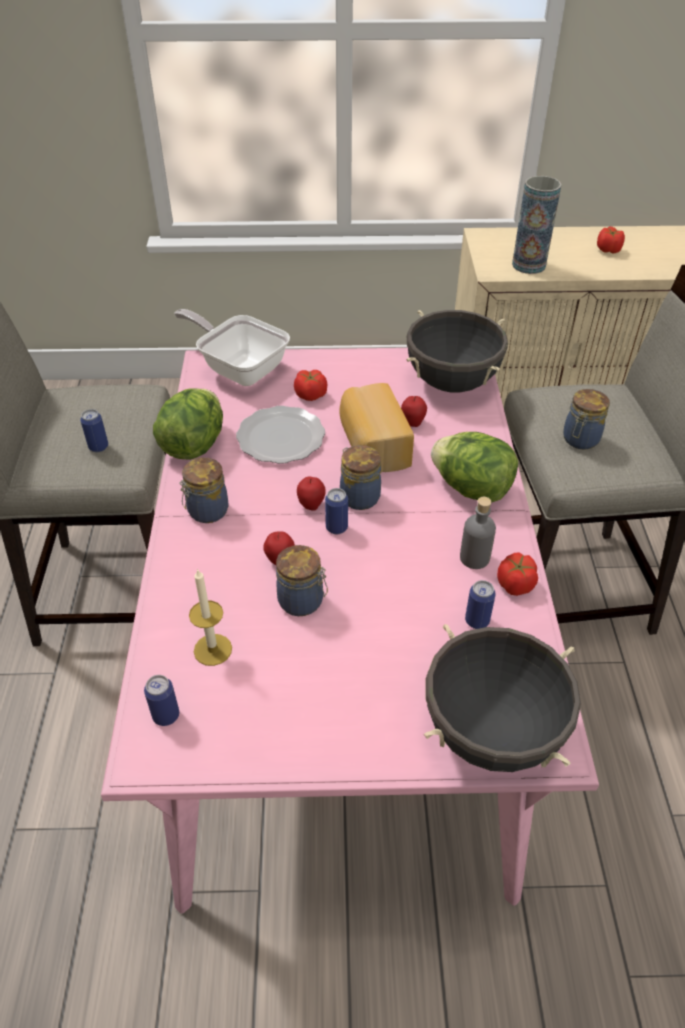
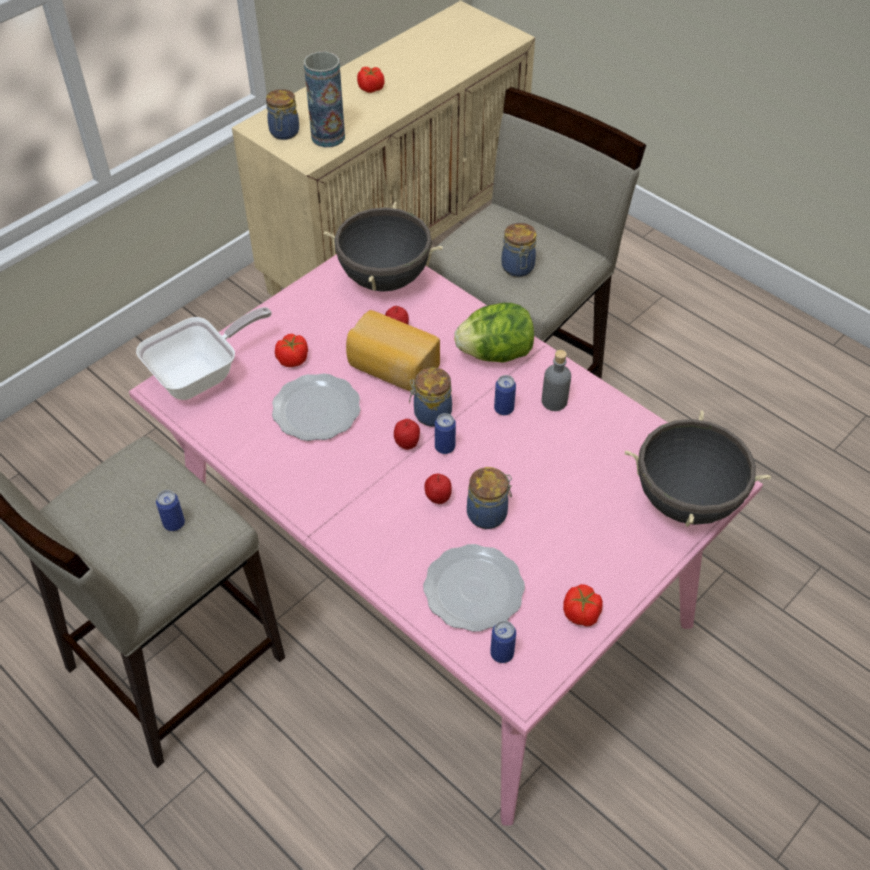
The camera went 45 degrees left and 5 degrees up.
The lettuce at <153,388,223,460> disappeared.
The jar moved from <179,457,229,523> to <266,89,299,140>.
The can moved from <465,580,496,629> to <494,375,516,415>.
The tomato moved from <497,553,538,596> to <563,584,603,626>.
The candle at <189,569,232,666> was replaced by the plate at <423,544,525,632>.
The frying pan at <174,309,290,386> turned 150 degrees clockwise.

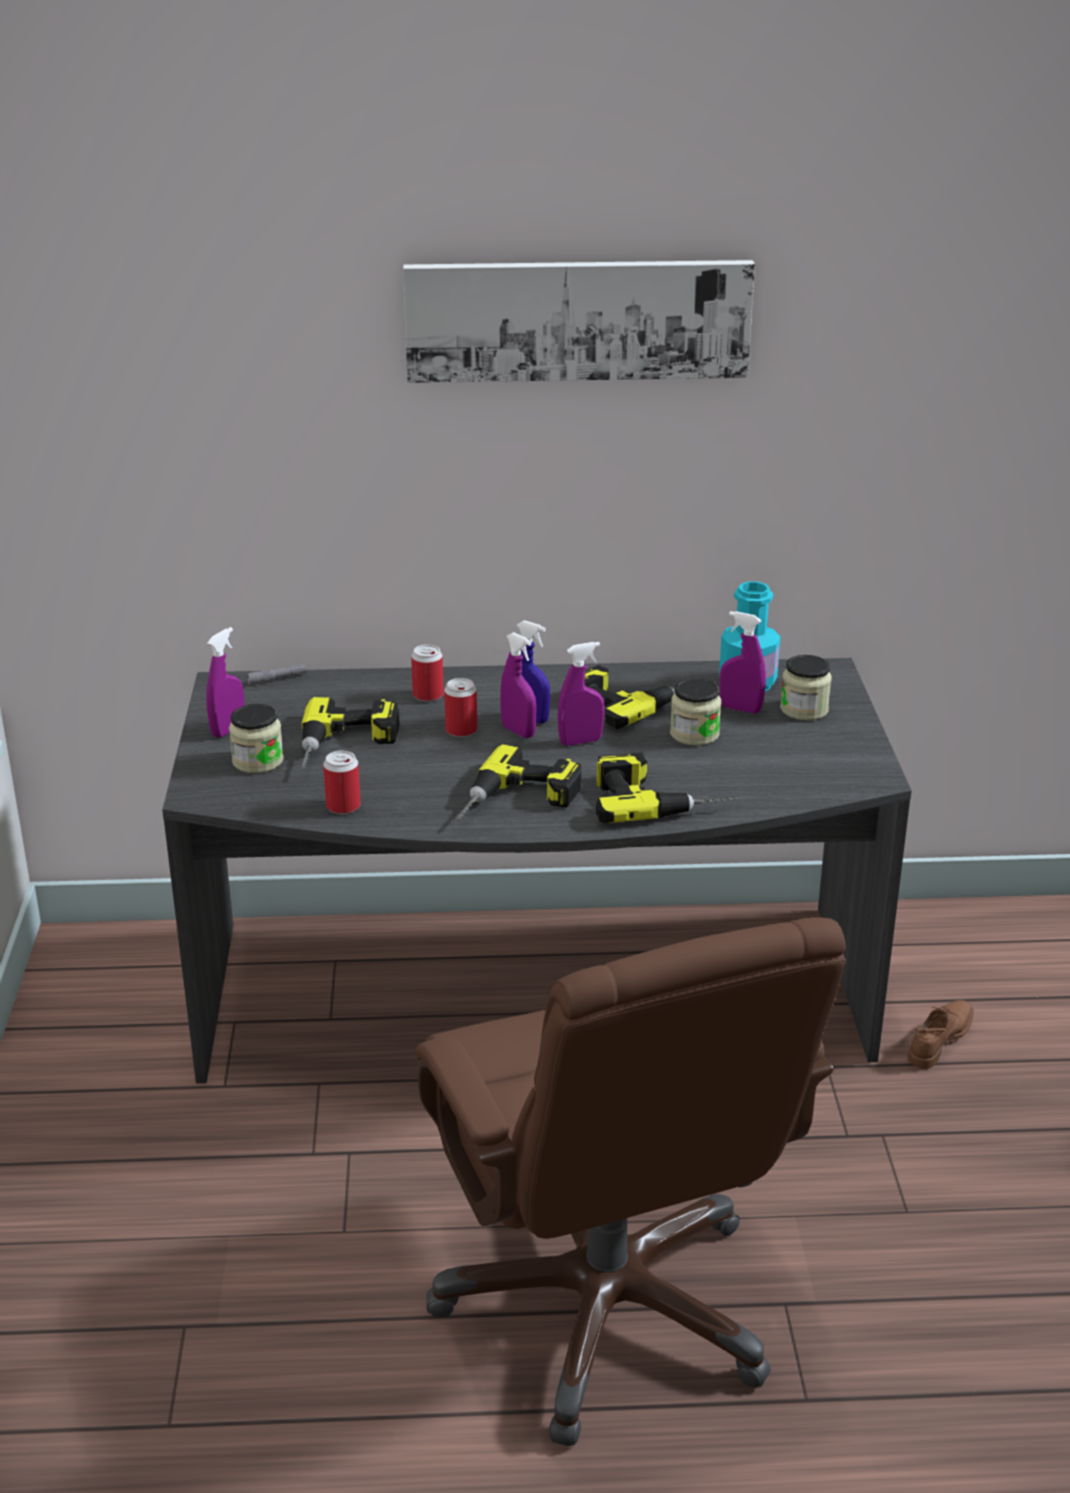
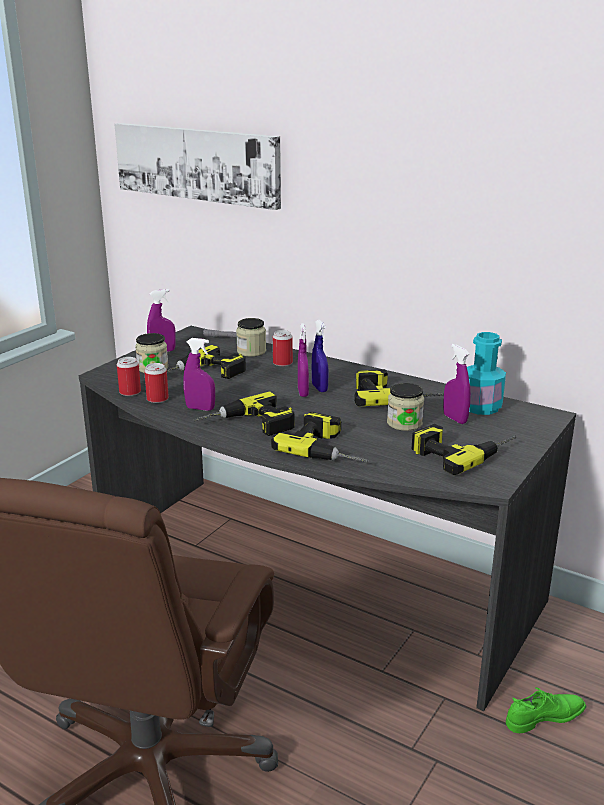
The camera went 35 degrees right and 5 degrees down.
The power drill at <412,424,516,475> appeared.
The picture moved from <403,260,755,383> to <114,123,281,210>.
The can moved from <444,678,477,737> to <117,357,141,396>.
The purple spray bottle moved from <558,642,604,746> to <183,338,215,411>.
The jar moved from <780,655,832,721> to <236,318,266,357>.
The brown shoe at <907,1000,974,1069> became the green shoe at <506,687,586,733>.

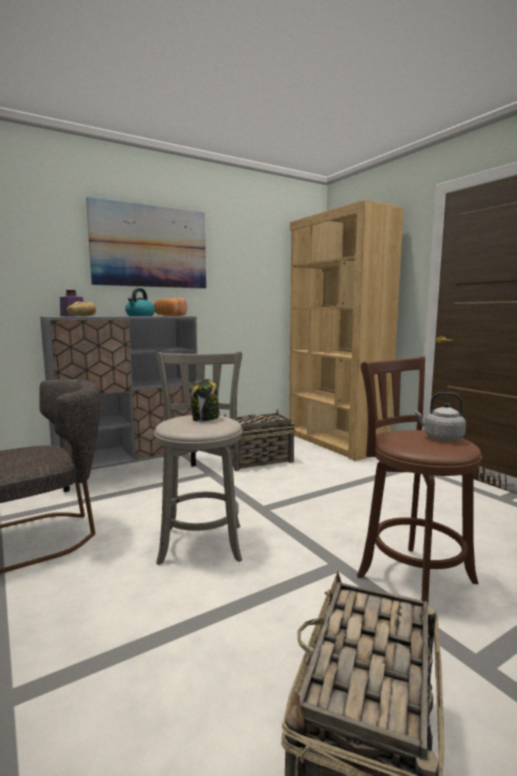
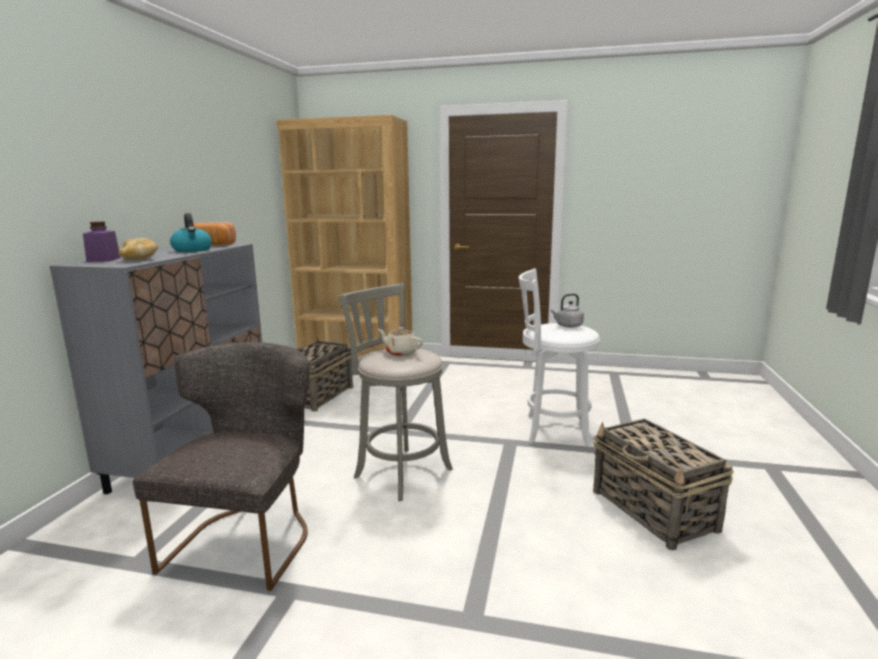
The camera went 45 degrees left and 5 degrees up.
The picture at <86,197,206,289> disappeared.
The jar at <190,379,220,422> was replaced by the beige teapot at <378,327,423,356>.
The brown stool at <357,356,482,602> became the white stool at <519,269,600,447>.

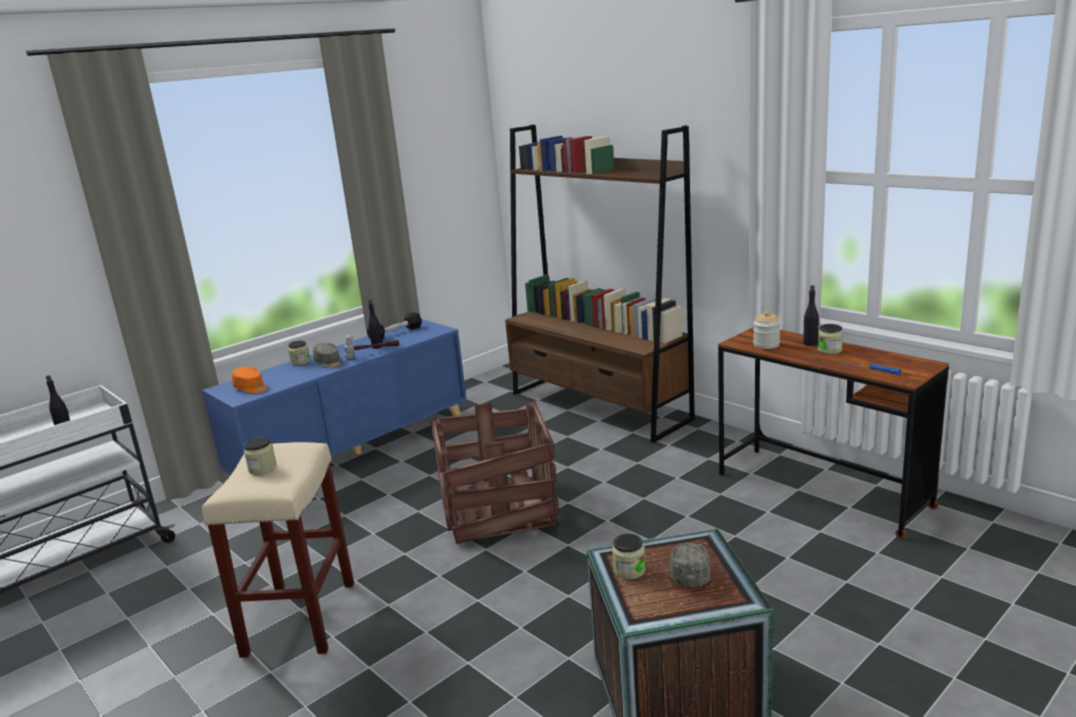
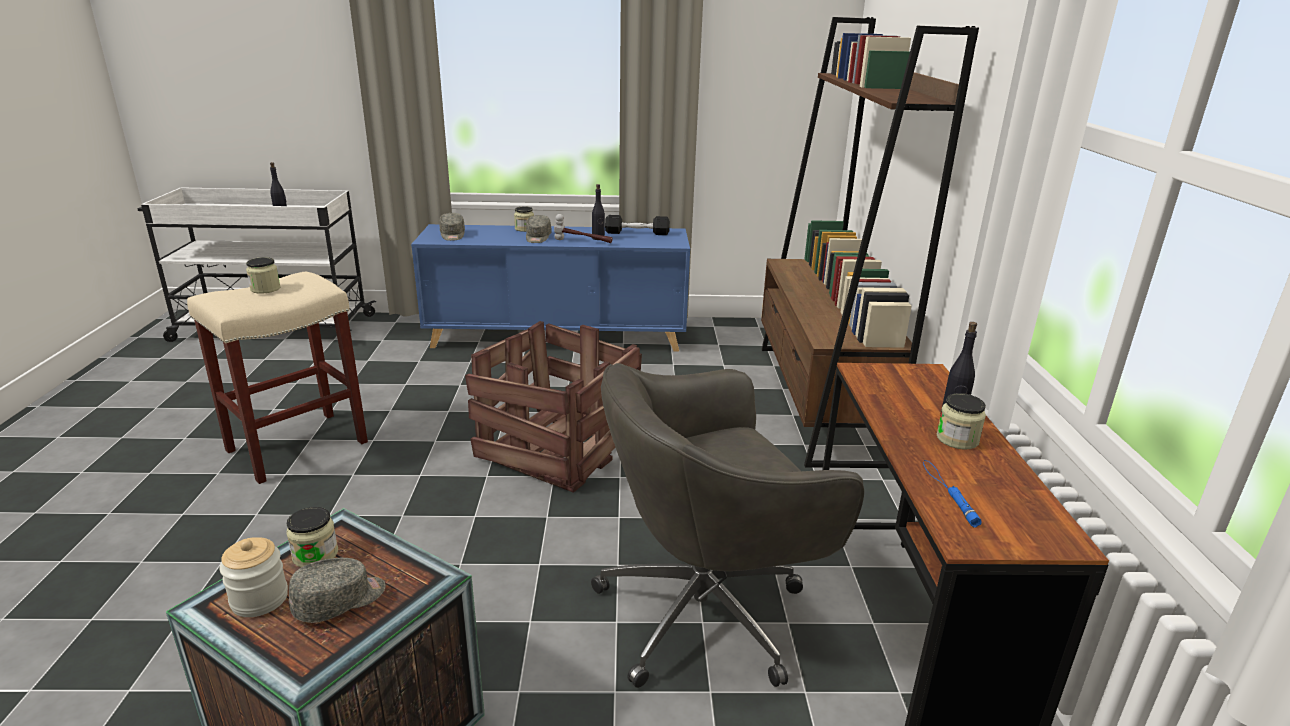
The camera went 40 degrees right and 5 degrees up.
The grey office chair at <591,363,864,688> appeared.
The jar moved from <753,311,781,349> to <219,537,288,617>.
The orange cap at <232,367,267,393> became the grey cap at <439,213,465,241>.

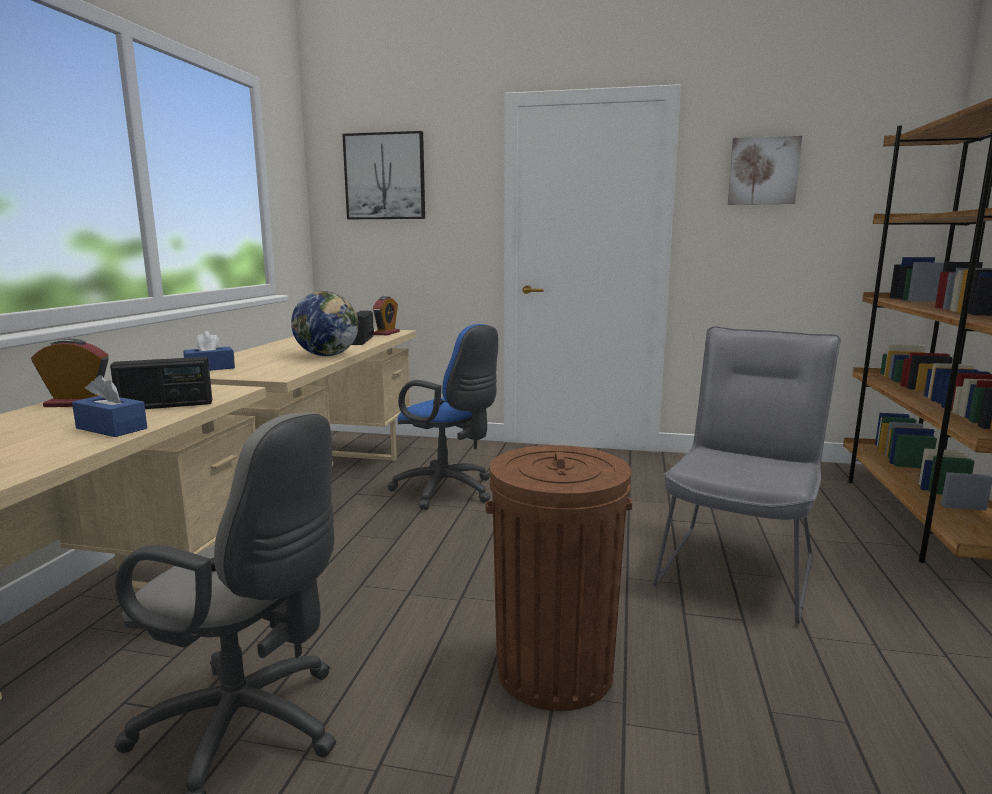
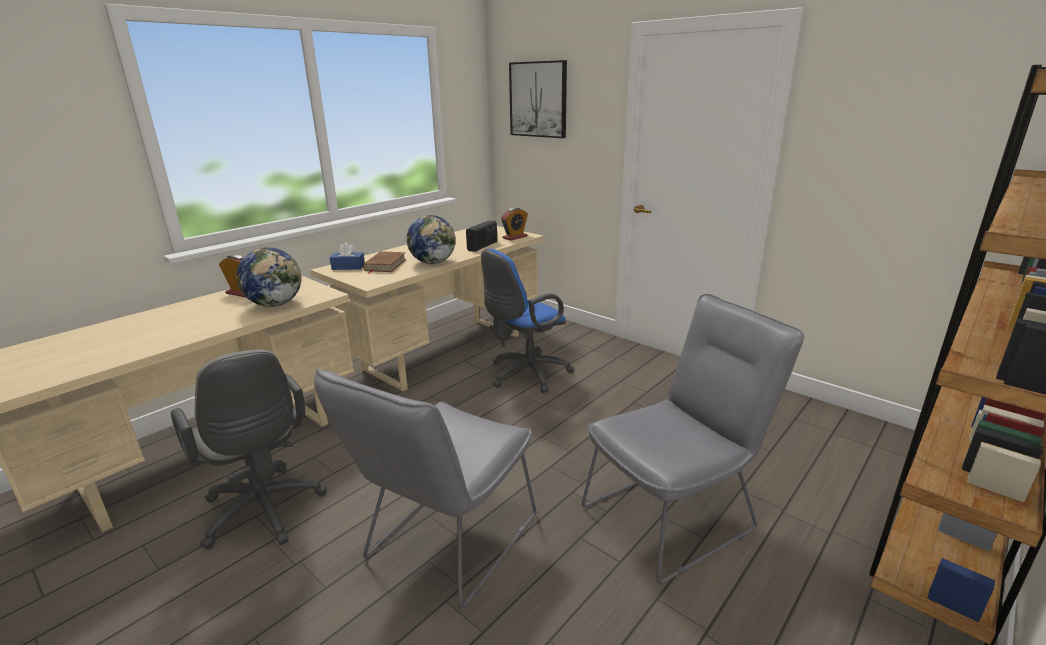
The camera went 30 degrees right and 10 degrees up.
The blue tissue box at <72,375,147,437> disappeared.
The picture at <728,136,802,205> disappeared.
The brown book at <363,251,406,274> appeared.
The radio at <110,357,212,409> was replaced by the globe at <236,247,302,307>.
The brown trash can at <485,445,632,711> was replaced by the grey chair at <314,368,536,608>.
The blue office chair at <387,324,498,510> turned 75 degrees clockwise.

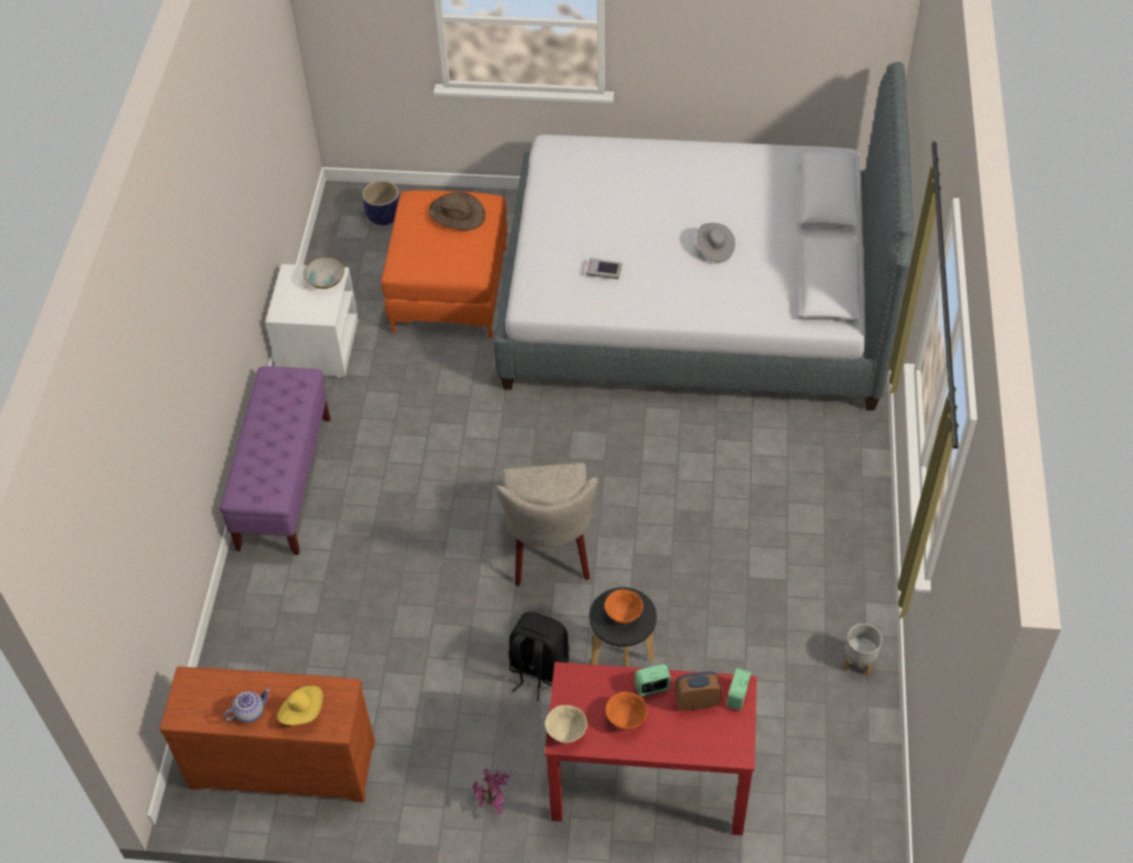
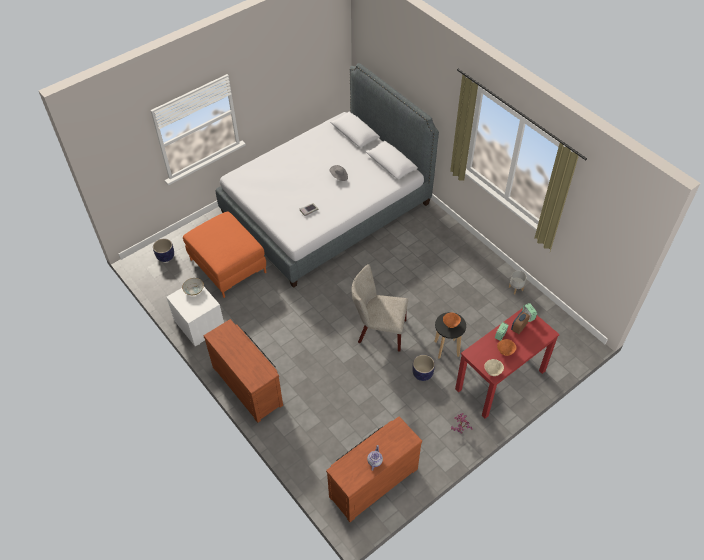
The camera went 45 degrees left and 0 degrees up.
The yellow hat at <277,685,323,725> disappeared.
The brown hat at <428,192,485,230> disappeared.
The purple bench at <220,366,331,555> was replaced by the brown dresser at <203,319,283,423>.
The black backpack at <509,612,569,701> was replaced by the planter at <412,355,435,381>.
The beige chair at <496,463,598,586> turned 150 degrees clockwise.

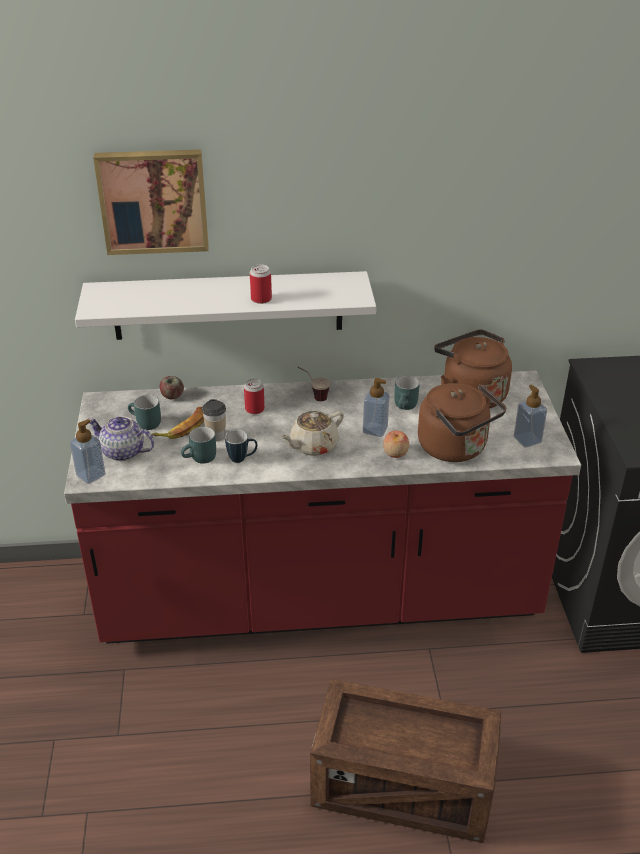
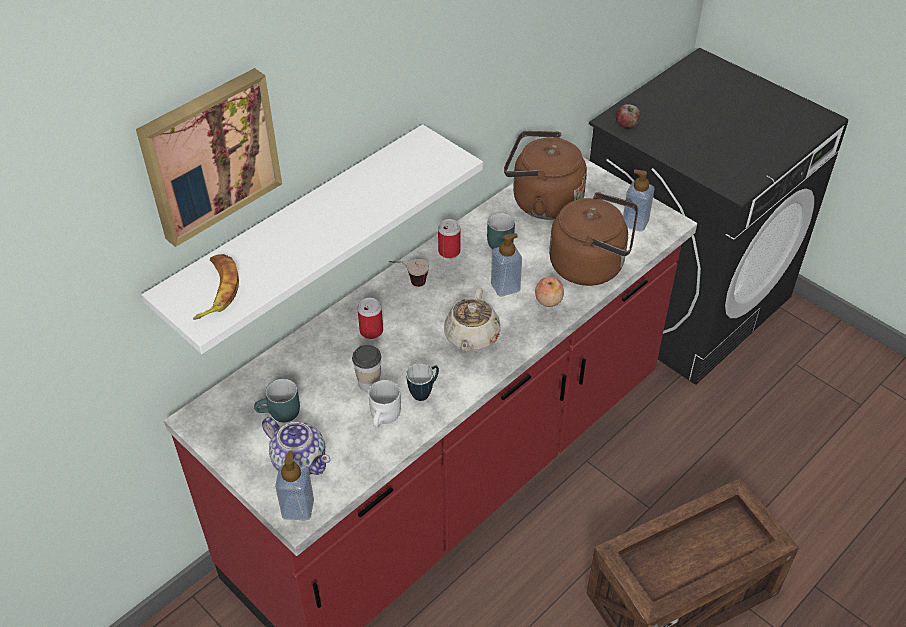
The camera went 40 degrees left and 10 degrees up.
The banana moved from <151,407,204,439> to <193,254,239,320>.
The apple moved from <160,376,184,399> to <616,104,641,129>.
The can moved from <250,264,272,304> to <438,219,460,258>.
The turquoise mug at <181,427,216,464> became the white mug at <368,380,401,428>.
The teapot at <89,416,155,461> turned 120 degrees counterclockwise.

